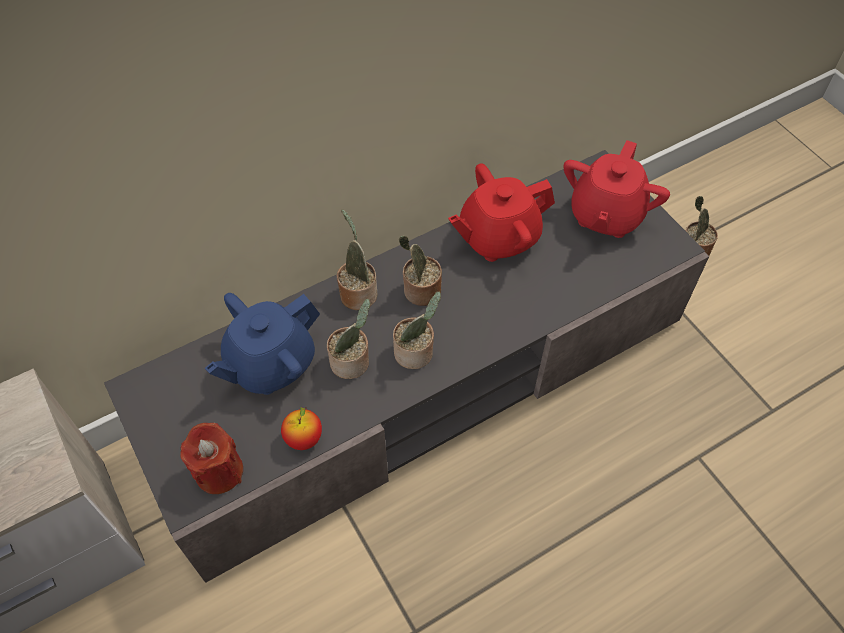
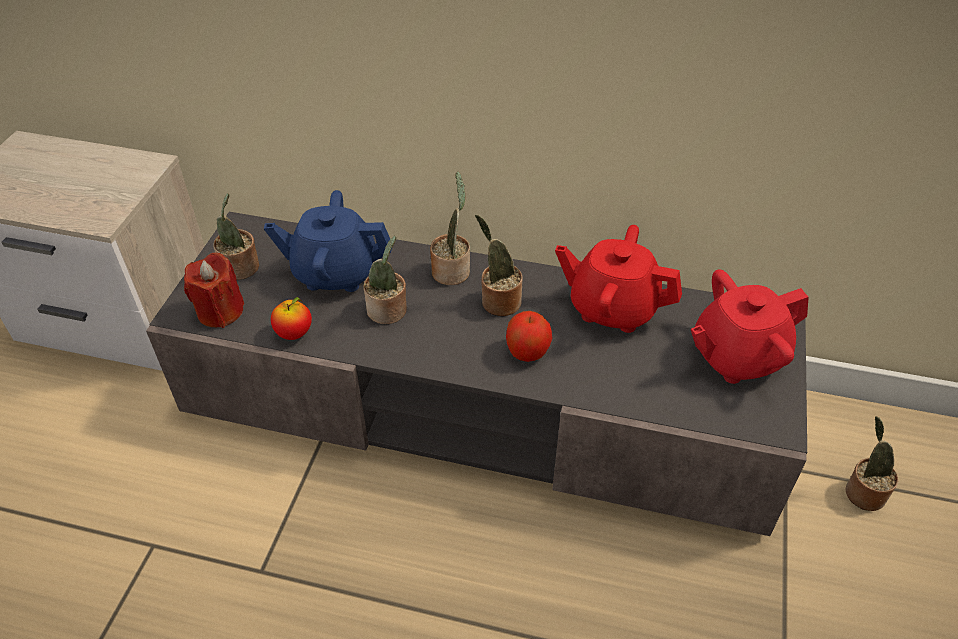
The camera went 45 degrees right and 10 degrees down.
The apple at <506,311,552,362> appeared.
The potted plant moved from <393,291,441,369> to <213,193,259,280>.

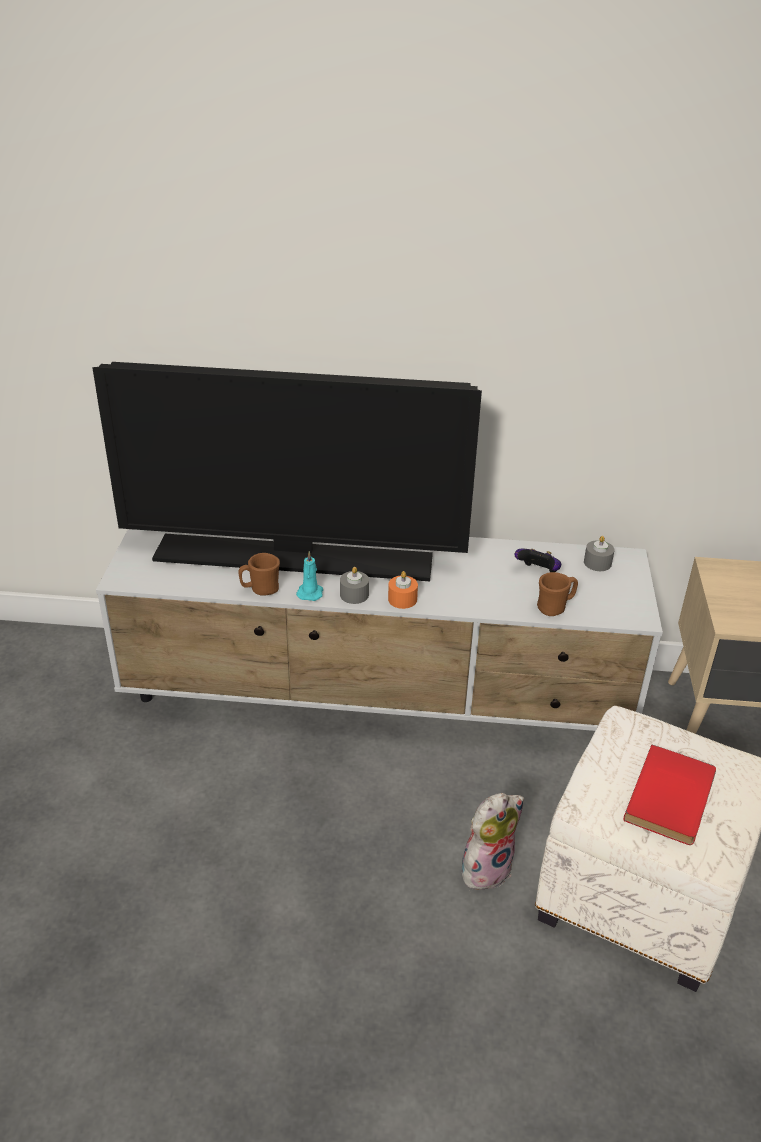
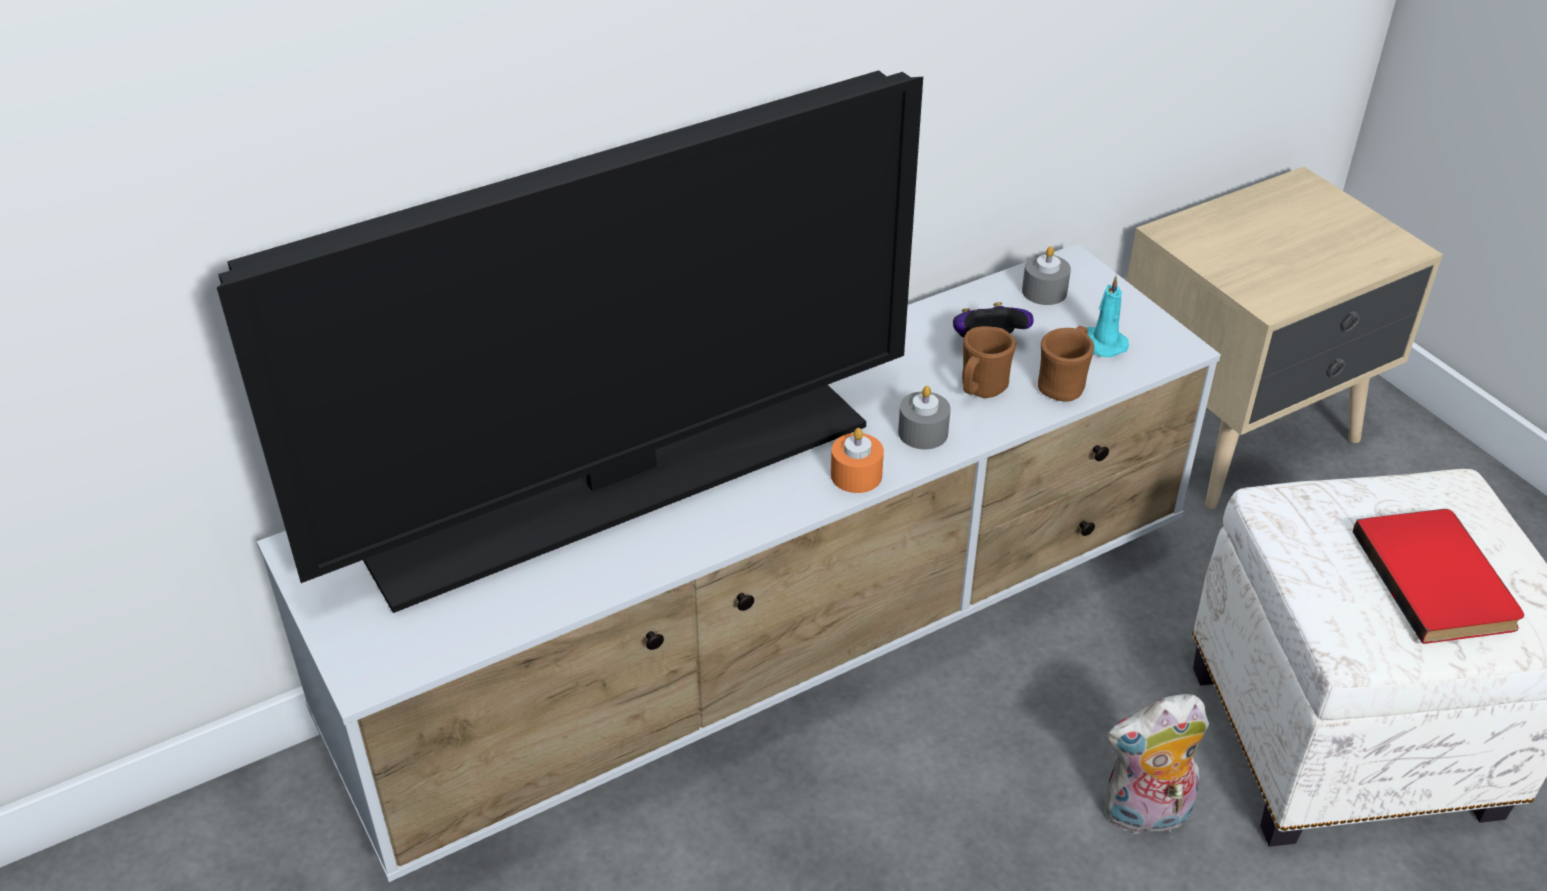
The camera went 35 degrees left and 5 degrees up.
The brown mug moved from <238,553,280,596> to <962,326,1016,398>.
The turquoise candle moved from <296,551,323,601> to <1087,276,1129,357>.
The grey candle moved from <340,567,369,604> to <898,386,951,450>.
The plush toy at <462,793,524,890> turned 120 degrees counterclockwise.

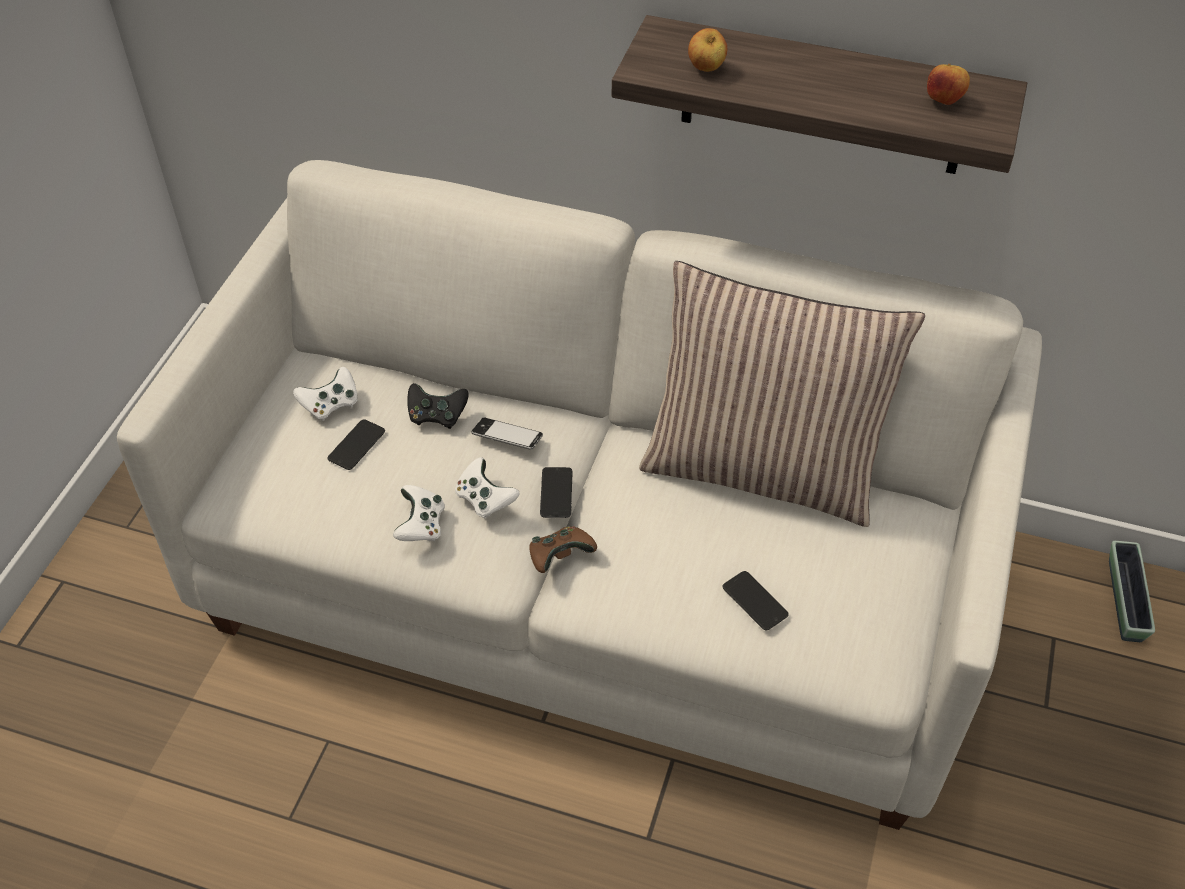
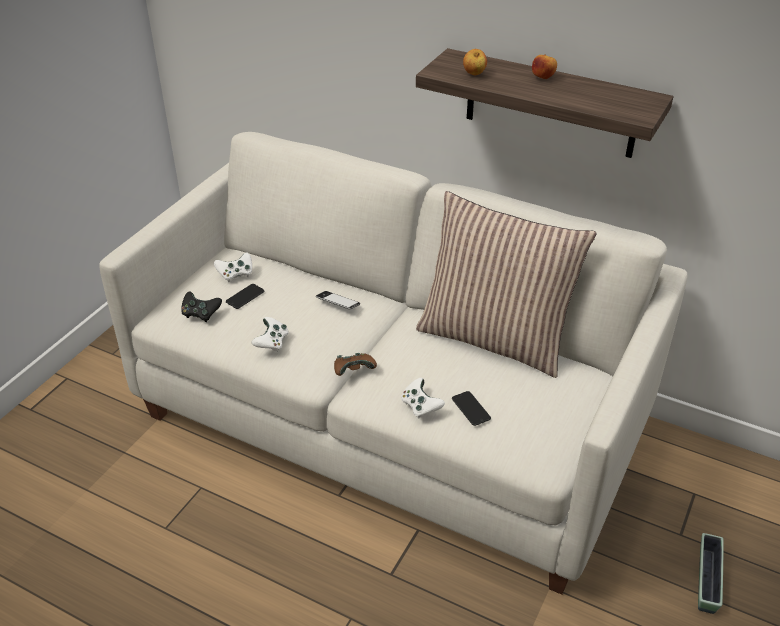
The camera went 10 degrees right and 10 degrees down.
The phone at <540,467,573,518> disappeared.
The black game controller moved from <407,383,469,429> to <181,291,222,322>.
The white game controller moved from <455,457,519,519> to <401,378,445,418>.
The apple moved from <927,64,970,105> to <532,54,557,79>.
The planter moved from <1109,541,1155,642> to <698,533,724,614>.

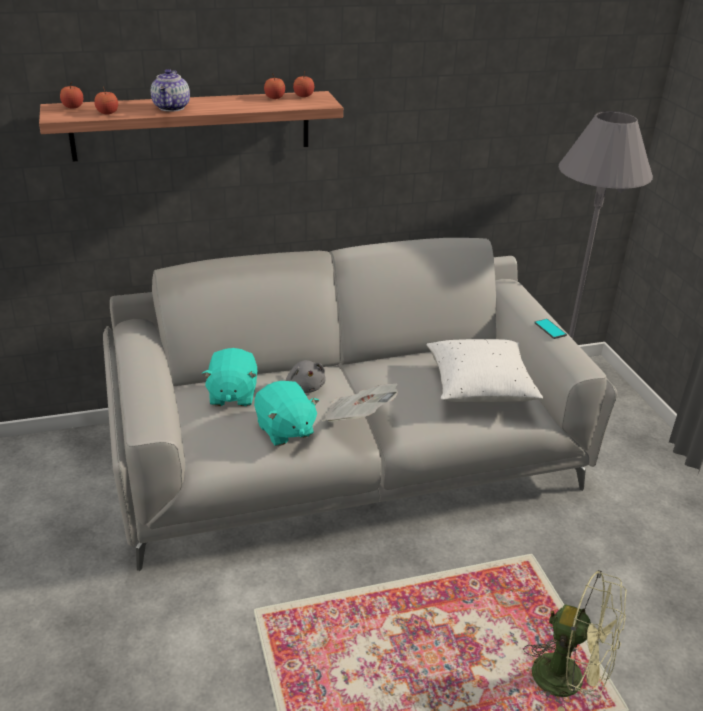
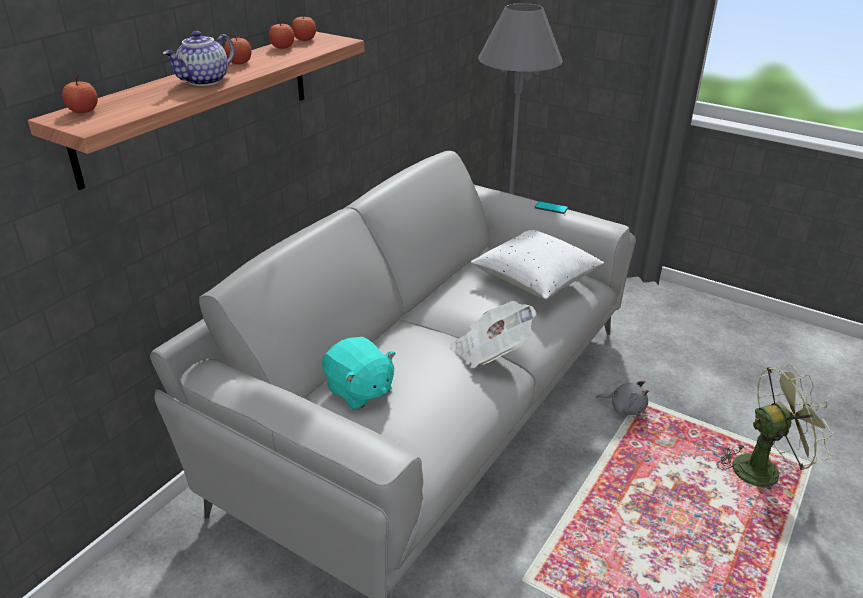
The camera went 40 degrees left and 0 degrees up.
The turquoise plush toy at <254,381,320,446> disappeared.
The apple moved from <94,86,118,115> to <224,32,252,64>.
The grey plush toy moved from <286,360,326,393> to <596,381,649,415>.
The teapot at <151,69,190,112> turned 75 degrees clockwise.

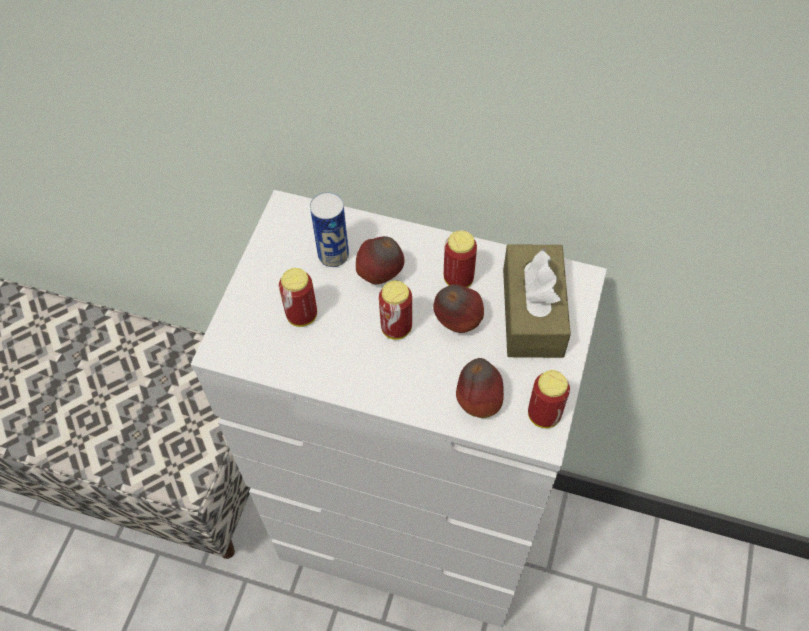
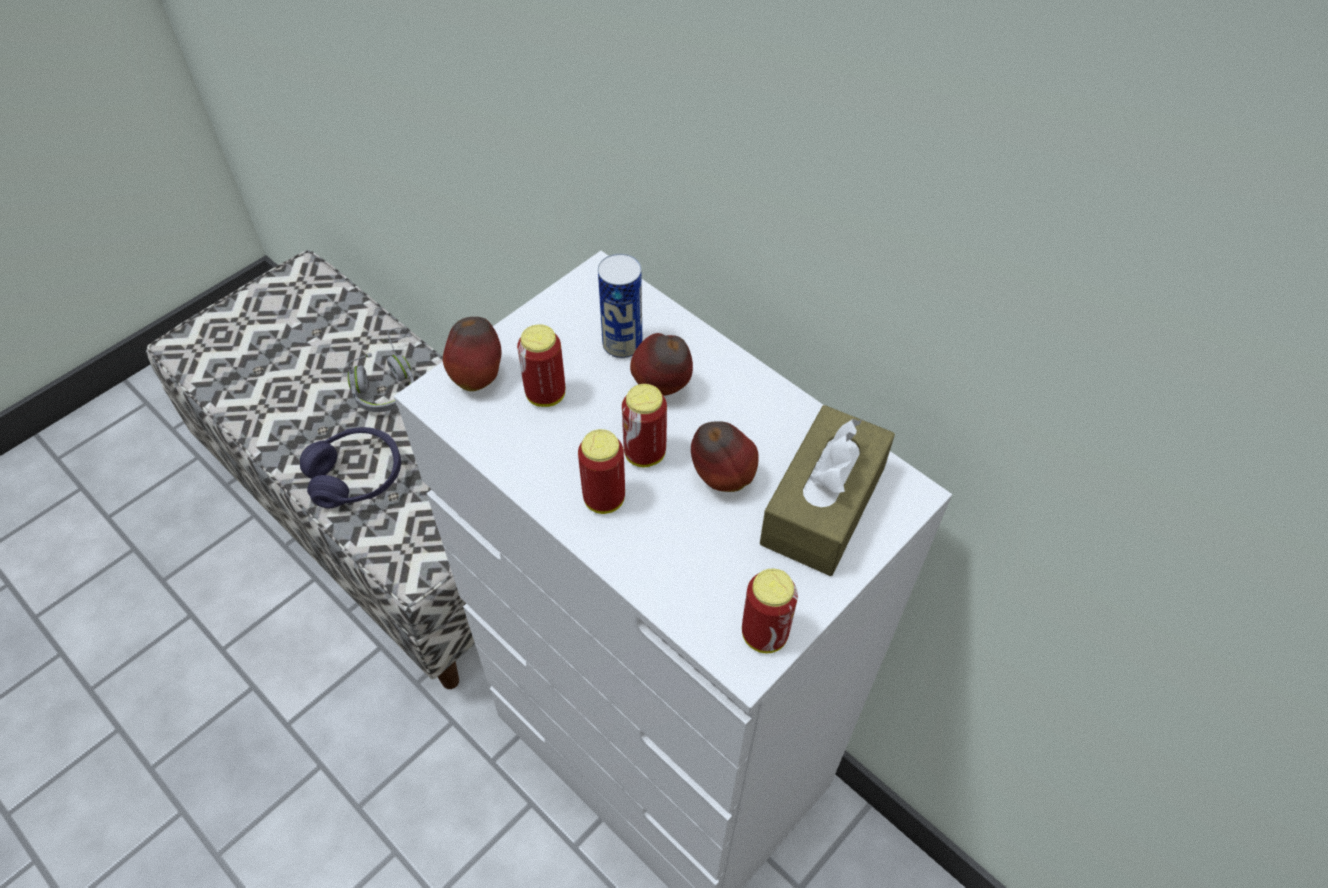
The camera went 25 degrees right and 5 degrees down.
The purple headphones at <300,427,401,508> appeared.
The grey headphones at <348,328,414,412> appeared.
The can moved from <444,230,477,288> to <578,429,625,514>.
The apple moved from <456,358,504,418> to <443,317,502,391>.

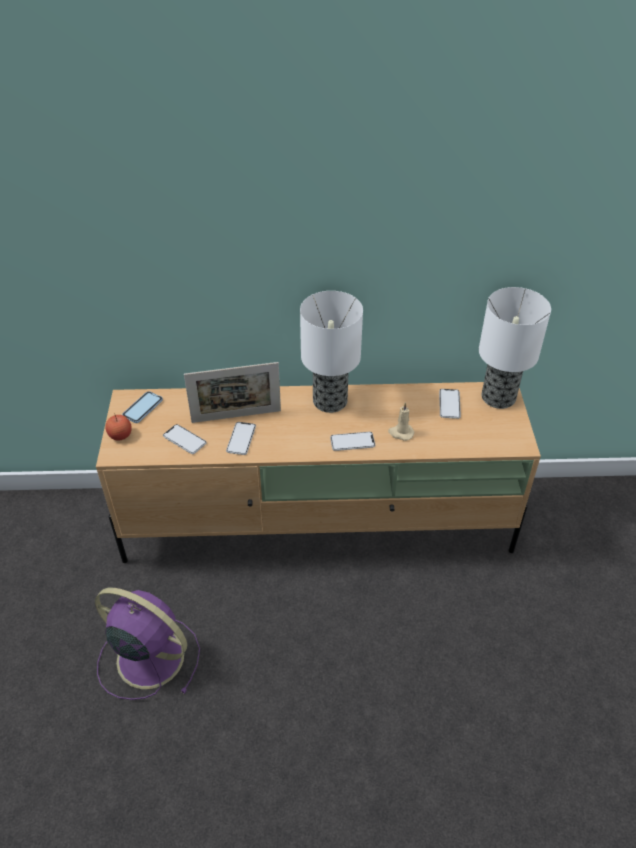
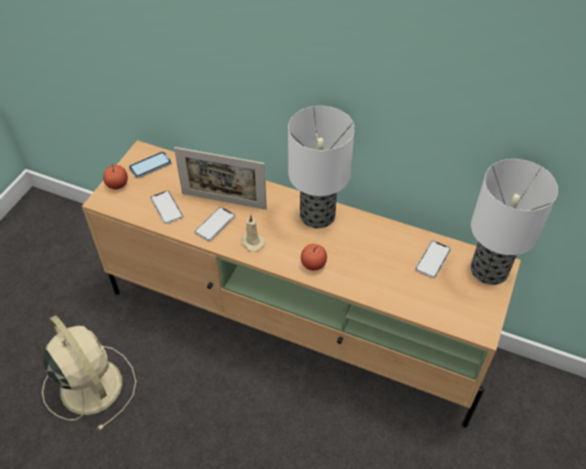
The camera went 25 degrees right and 5 degrees up.
The beige candle moved from <388,403,414,441> to <241,215,265,252>.
The phone at <330,432,375,451> was replaced by the apple at <301,244,327,271>.
The purple fan at <95,588,200,700> became the beige fan at <42,315,136,431>.

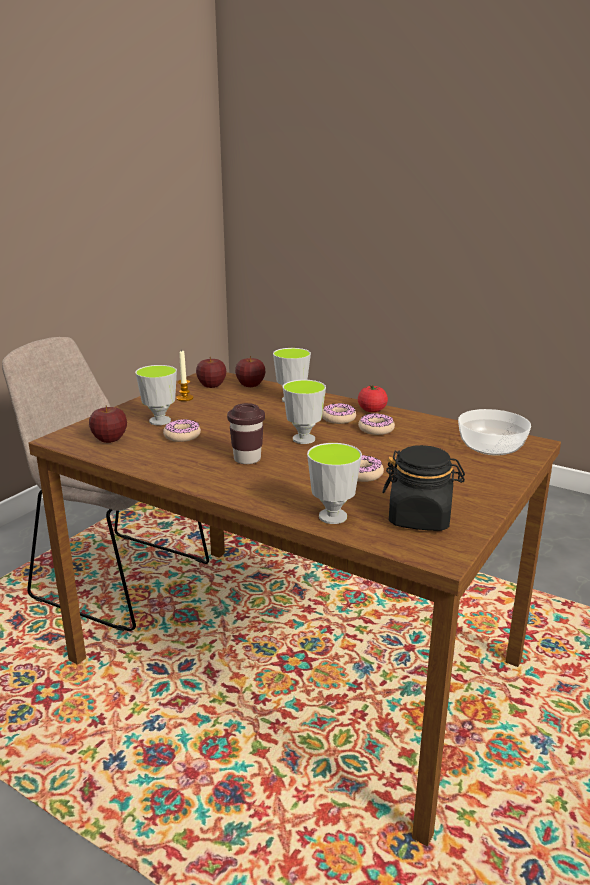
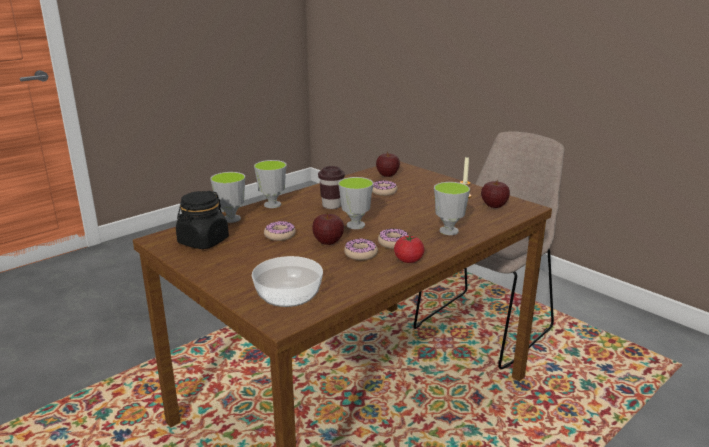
The camera went 105 degrees right and 0 degrees up.
The cup moved from <135,365,177,425> to <254,160,287,208>.
The apple moved from <235,356,265,387> to <312,213,344,245>.

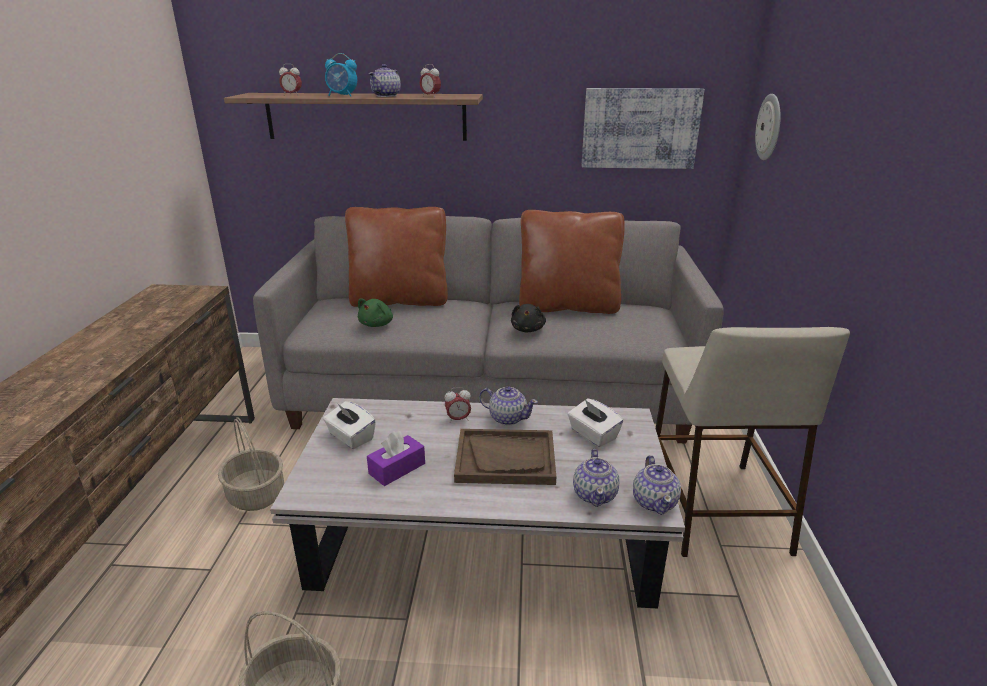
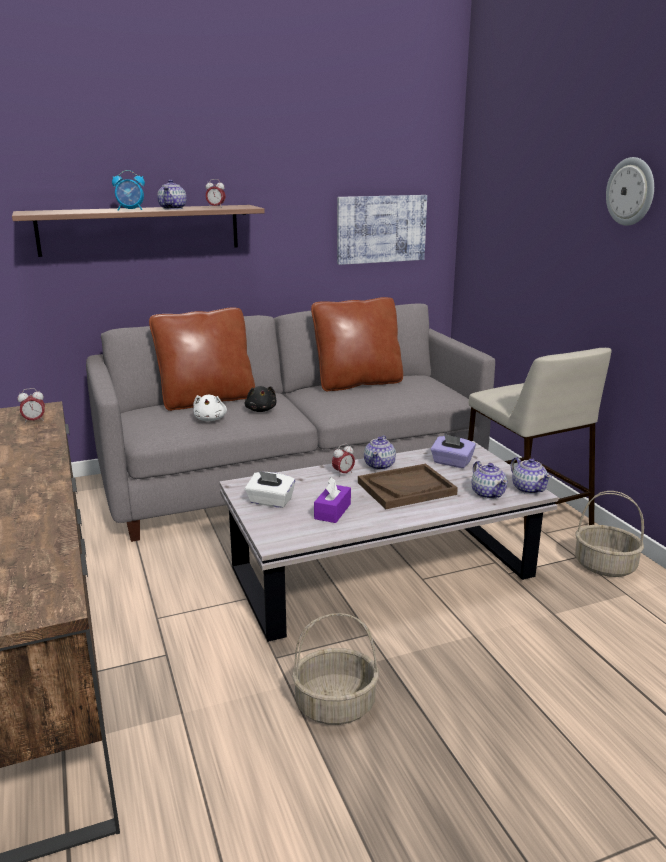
The camera went 25 degrees left and 5 degrees down.
The basket moved from <218,417,284,511> to <575,491,644,577>.
The alarm clock moved from <279,64,302,96> to <17,388,45,424>.
The black plush toy moved from <511,304,546,332> to <245,386,276,412>.
The wall clock moved from <755,94,781,160> to <606,157,654,226>.
The green plush toy at <358,298,393,327> became the white plush toy at <193,395,227,421>.
The white tissue box at <567,398,623,447> became the purple tissue box at <431,434,476,468>.
The teapot at <479,386,538,425> turned 105 degrees clockwise.

